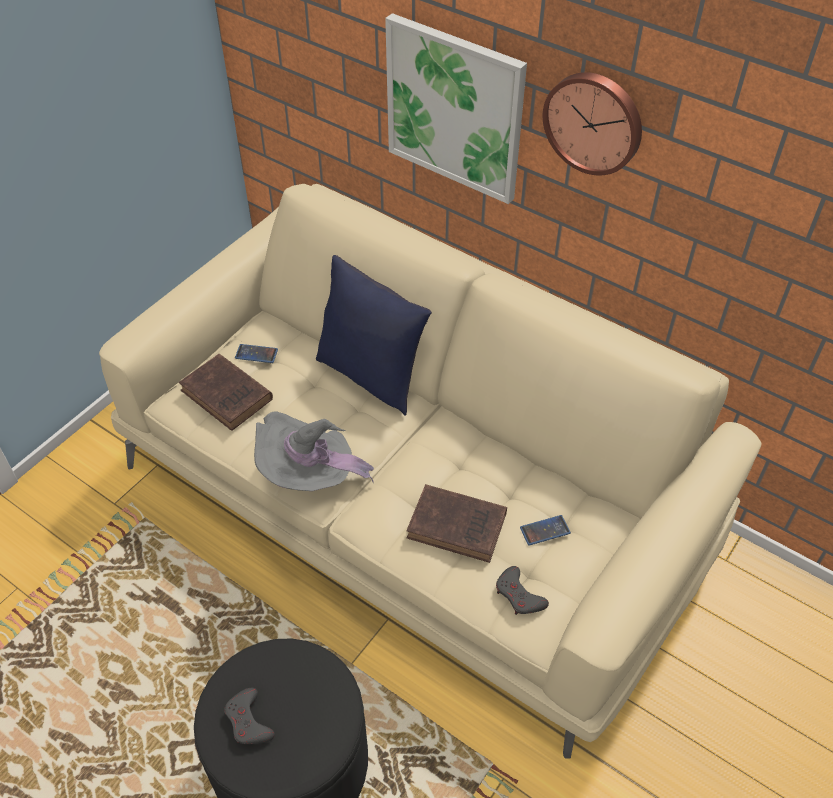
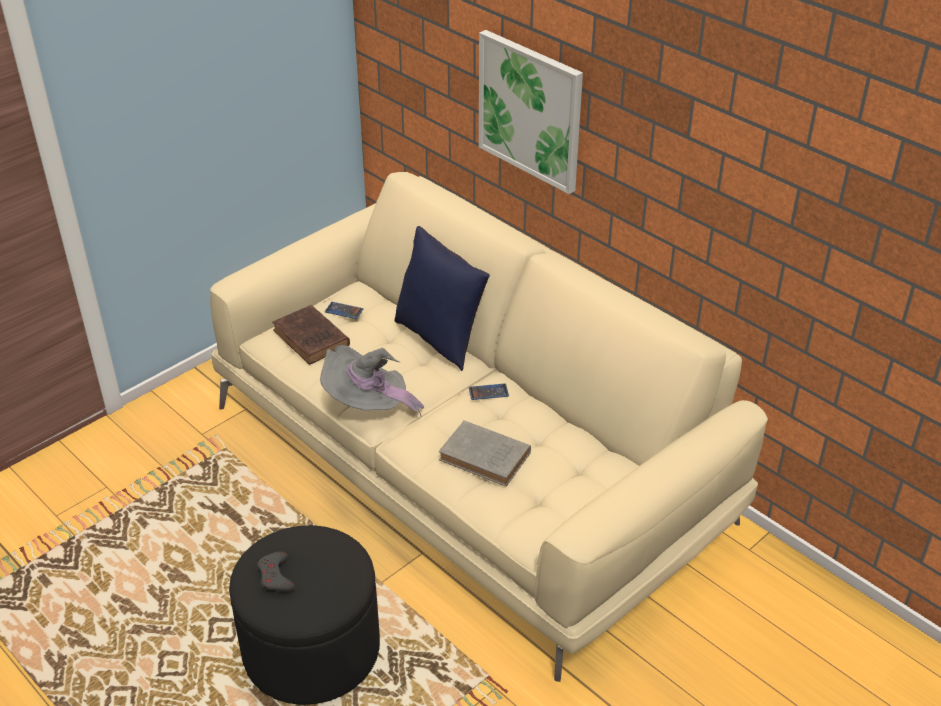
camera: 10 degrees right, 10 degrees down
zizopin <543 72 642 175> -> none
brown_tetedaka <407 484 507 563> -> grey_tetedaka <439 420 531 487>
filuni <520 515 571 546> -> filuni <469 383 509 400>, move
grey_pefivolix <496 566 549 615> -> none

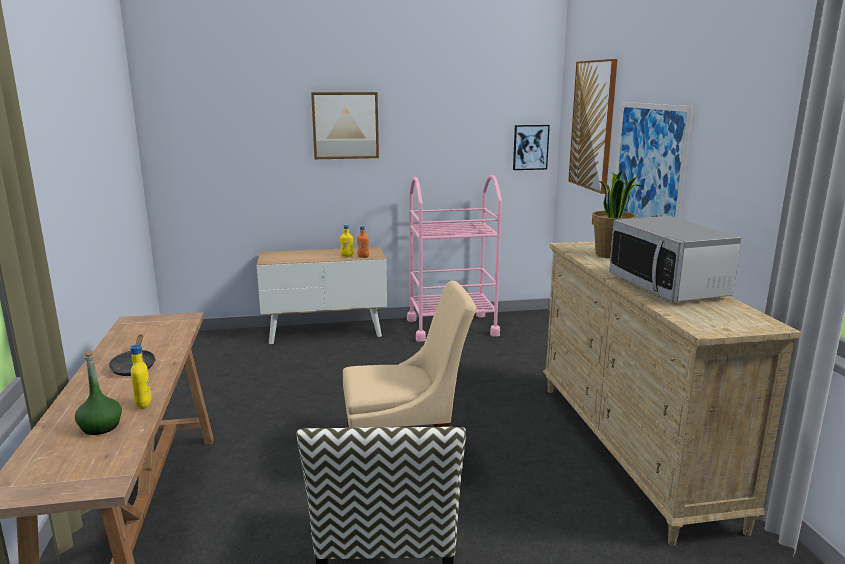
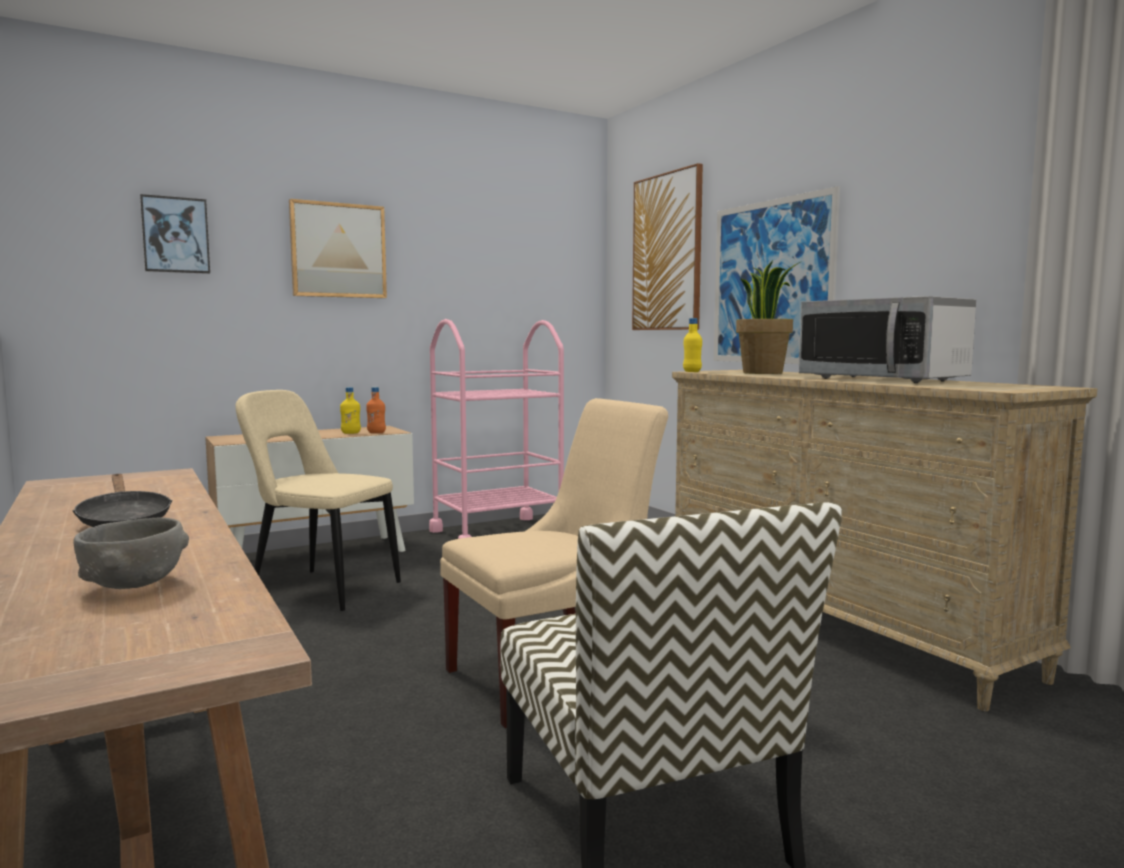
camera: 20 degrees left, 10 degrees down
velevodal <513 125 550 170> -> velevodal <140 194 210 274>, move
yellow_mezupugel <130 345 151 409> -> yellow_mezupugel <683 318 702 372>, move
green_mezupugel <75 351 122 435> -> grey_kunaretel <73 518 189 589>
none -> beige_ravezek <235 390 401 611>

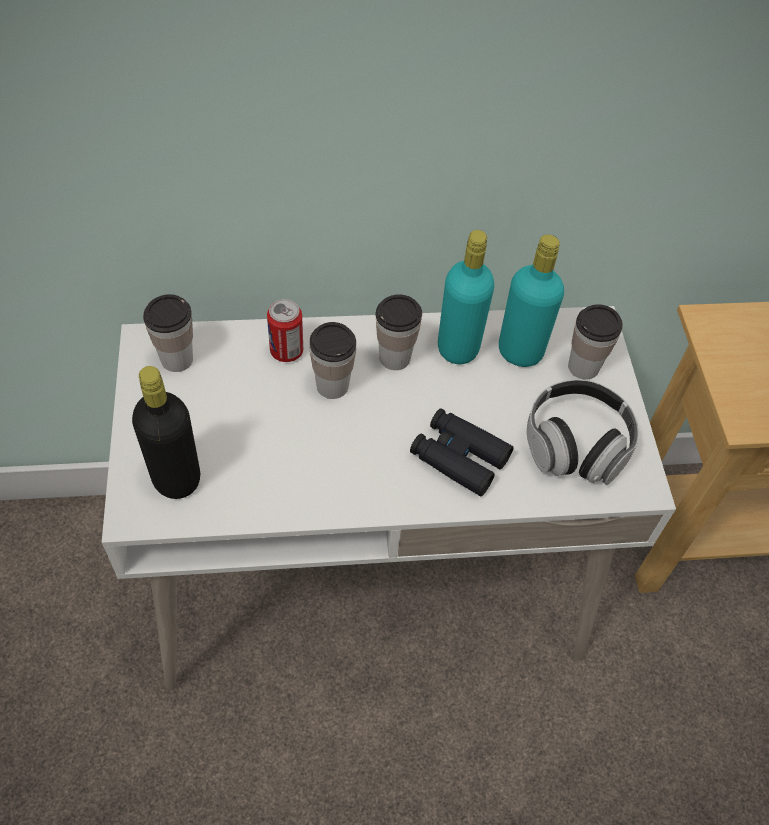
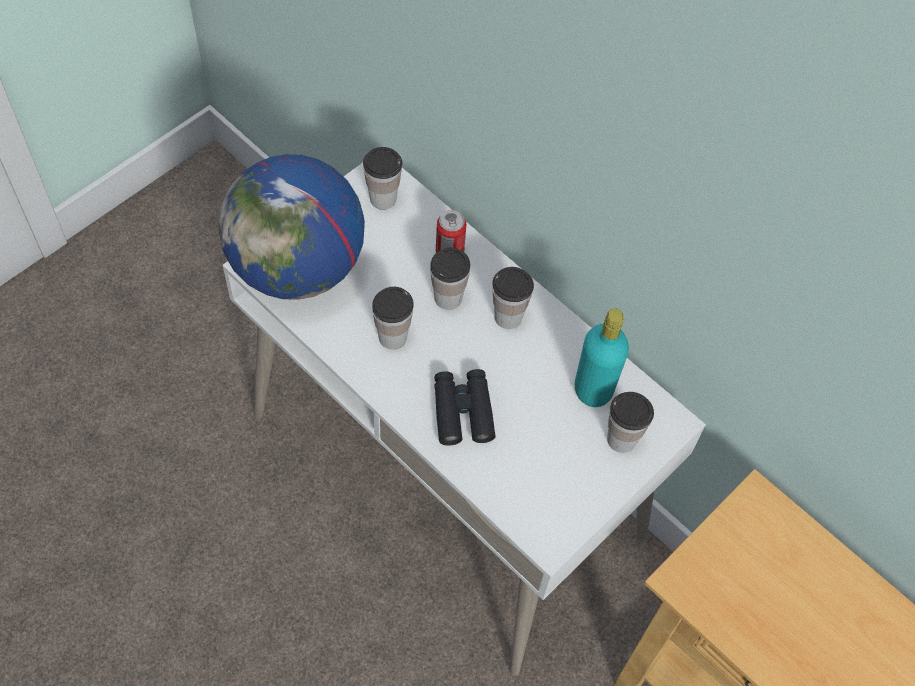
camera: 50 degrees right, 5 degrees up
turquoise_mezupugel <438 230 494 364> -> none
black_mezupugel <132 366 200 499> -> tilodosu <218 154 365 300>
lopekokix <527 379 639 485> -> none
none -> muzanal <372 287 413 349>

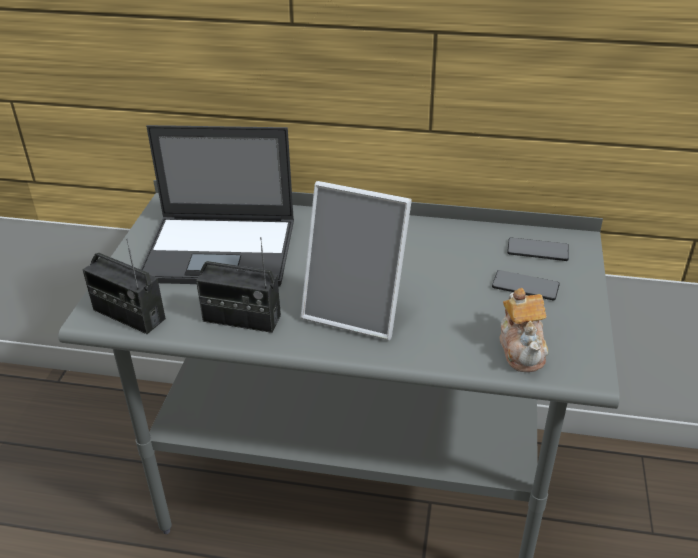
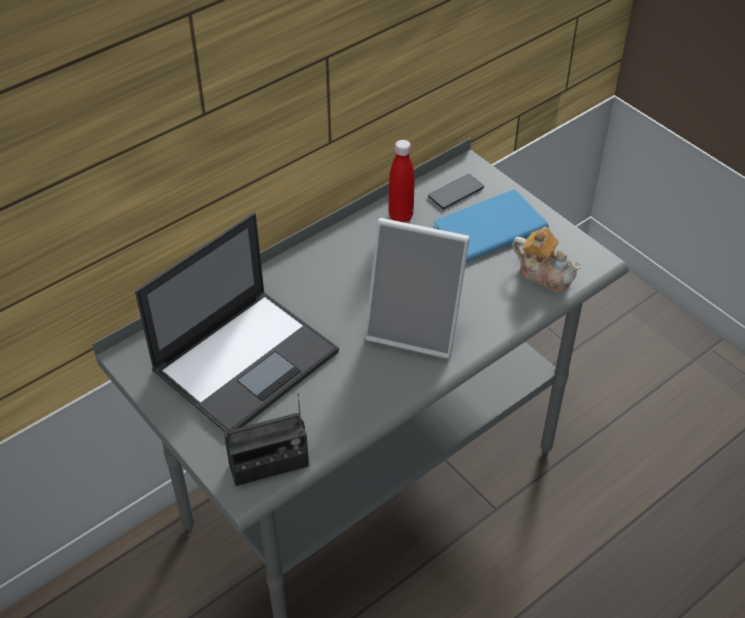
camera: 50 degrees left, 10 degrees up
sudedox <301 181 412 340> -> sudedox <365 218 470 359>, 45 degrees clockwise
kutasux <196 237 281 333> -> none
filuni <492 270 560 300> -> blue_tetedaka <434 189 549 262>
none -> red_mezupugel <389 140 415 223>

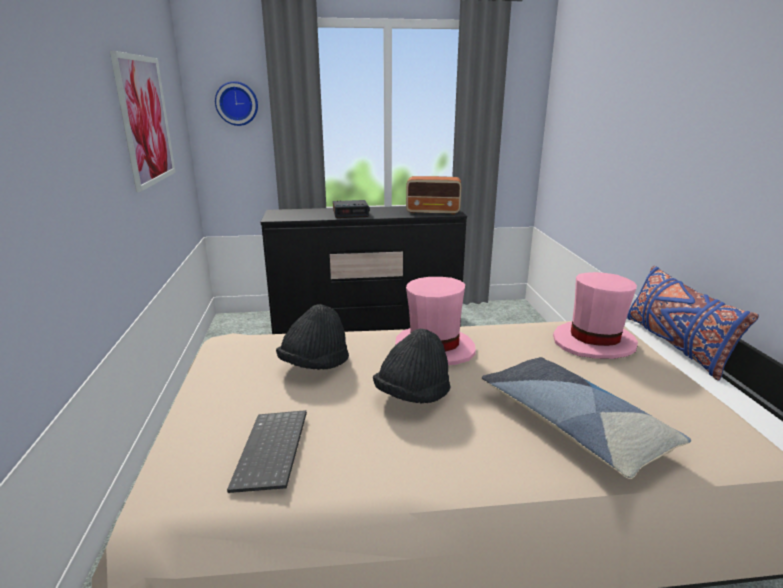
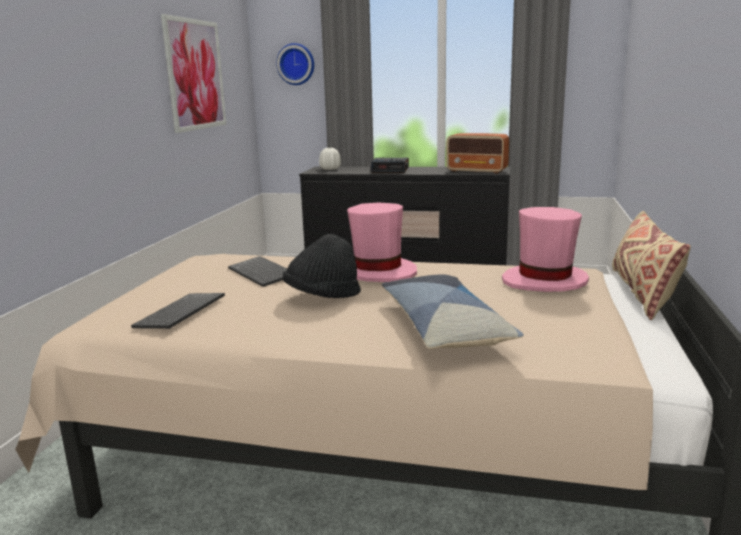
camera: 20 degrees right, 5 degrees down
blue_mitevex <627 266 759 381> -> beige_mitevex <612 211 691 320>
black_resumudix <276 304 349 370> -> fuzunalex <228 256 287 287>
none -> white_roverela <319 148 341 170>

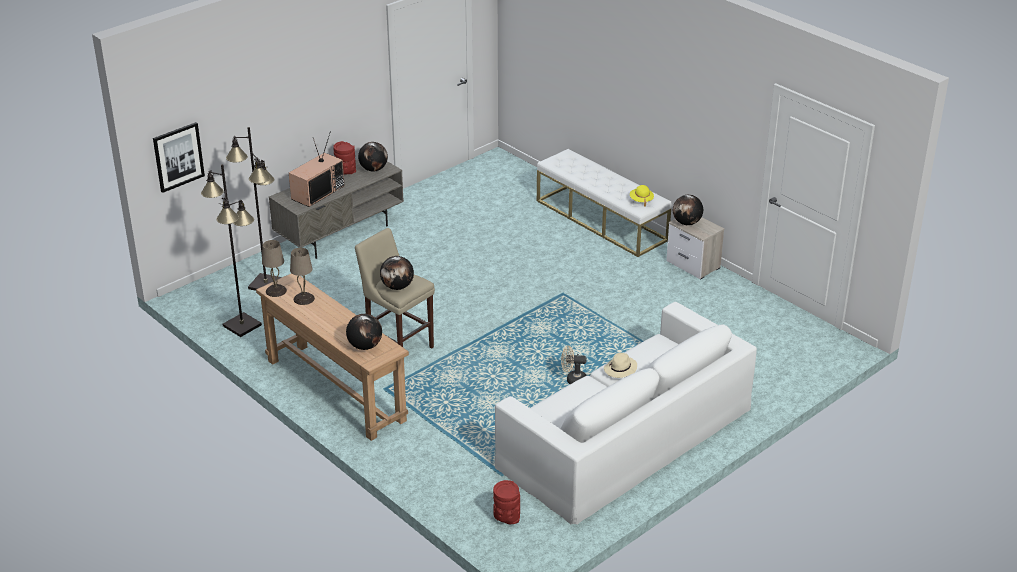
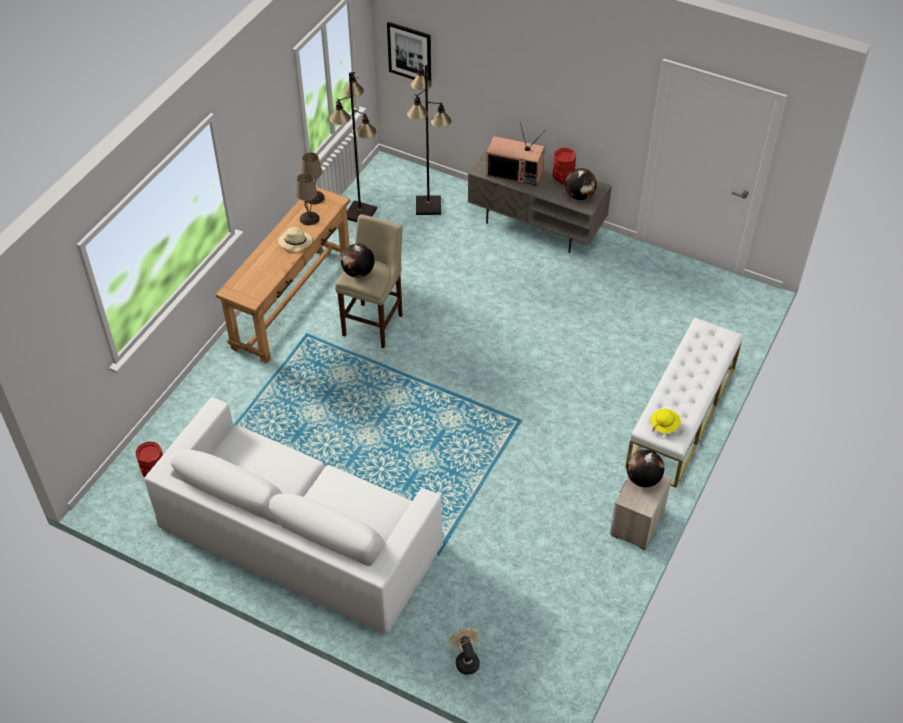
camera: 70 degrees right, 15 degrees up
tilodosu <346 314 382 350> -> none
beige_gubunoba <561 346 587 384> -> beige_gubunoba <449 628 480 675>, move
beige_resumudix <604 353 637 378> -> beige_resumudix <278 227 312 252>, move

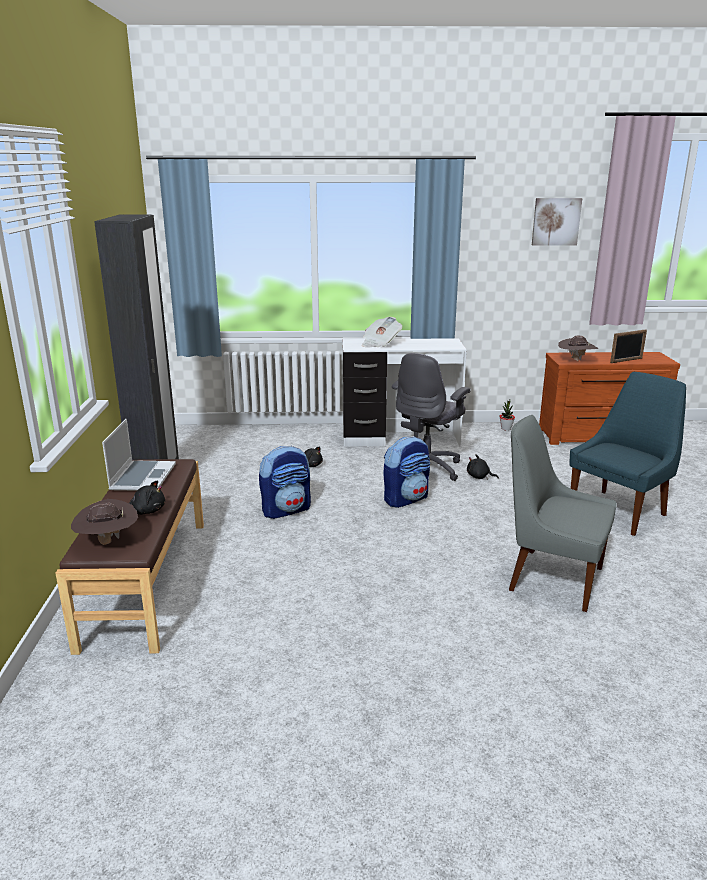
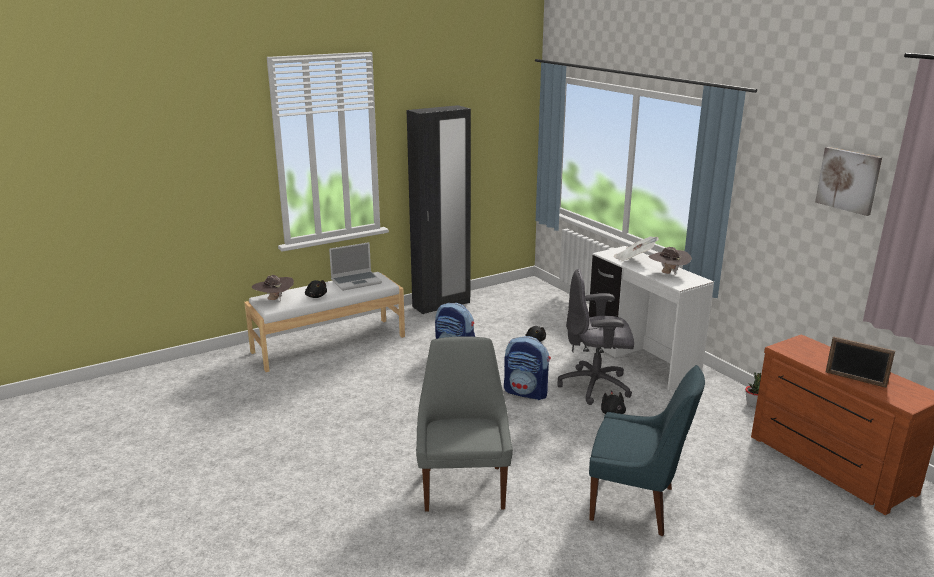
camera: 60 degrees right, 0 degrees up
brown_resumudix <558 335 598 361> -> brown_resumudix <648 247 692 274>, move
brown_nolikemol <56 459 204 655> -> white_nolikemol <244 272 405 372>

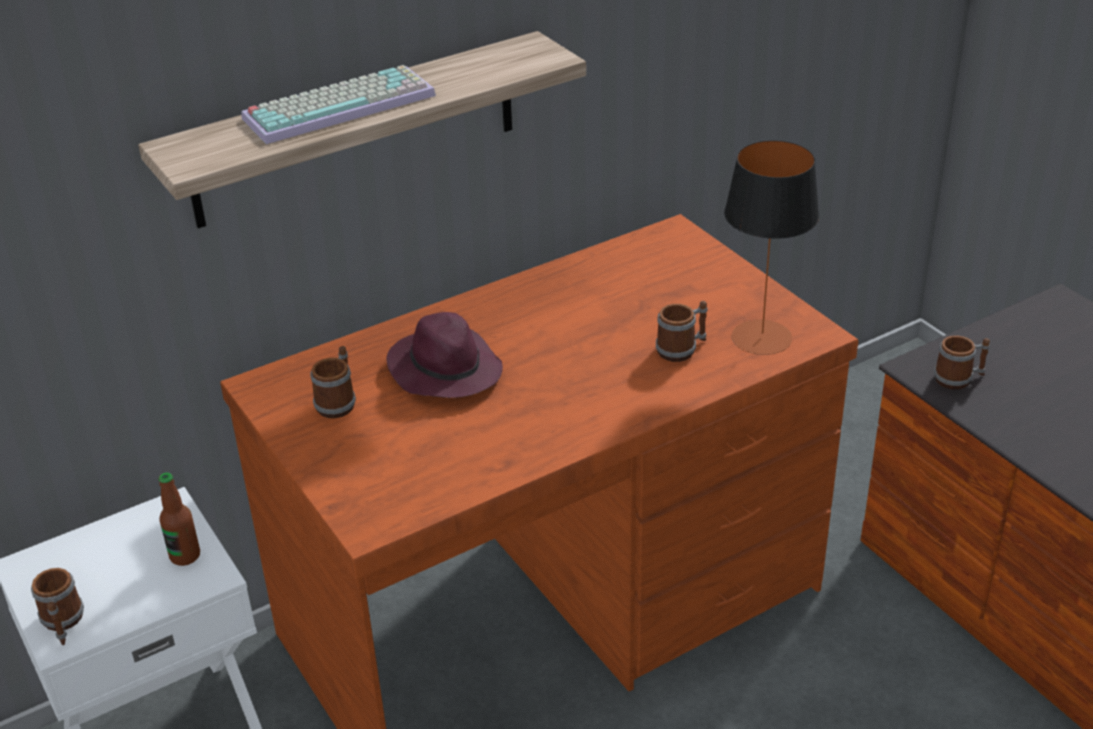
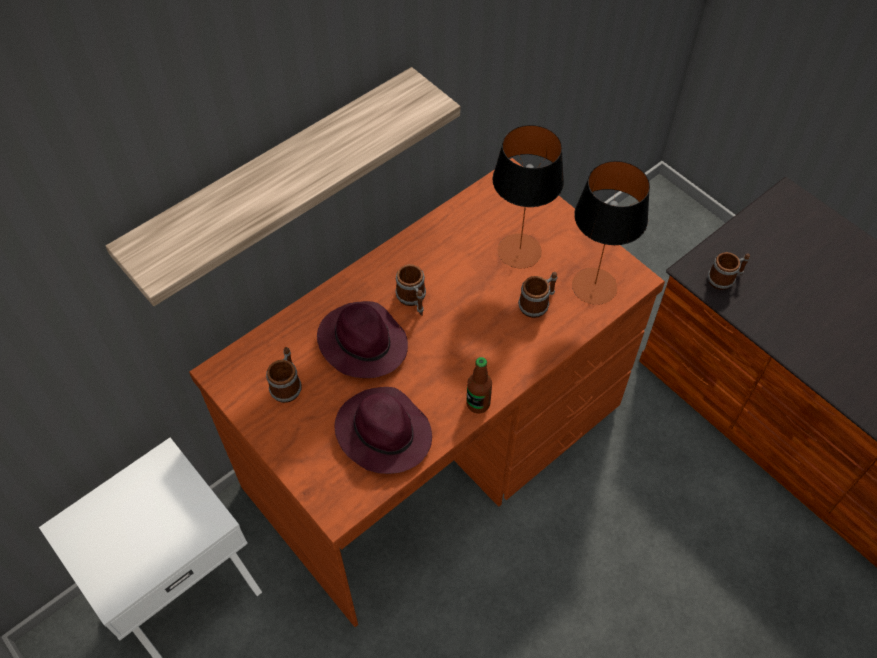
camera: 10 degrees left, 20 degrees up
fuzunalex <241 65 436 144> -> none
mezupugel <158 473 200 566> -> mezupugel <466 357 492 414>, move
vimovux <31 568 84 645> -> vimovux <395 264 426 316>, move
none -> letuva <493 125 564 268>
none -> purple_resumudix <335 387 432 474>

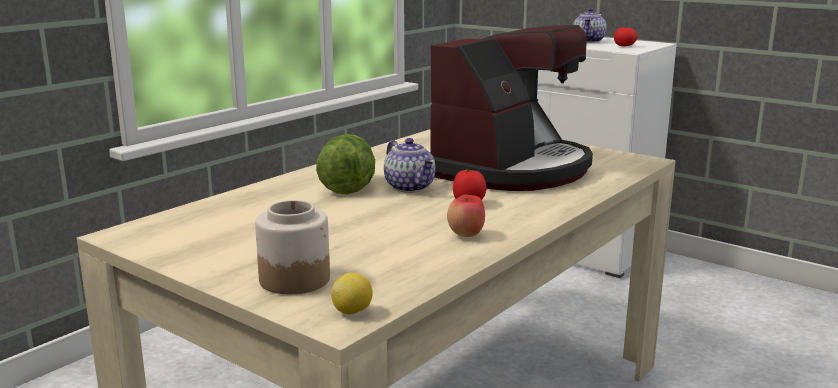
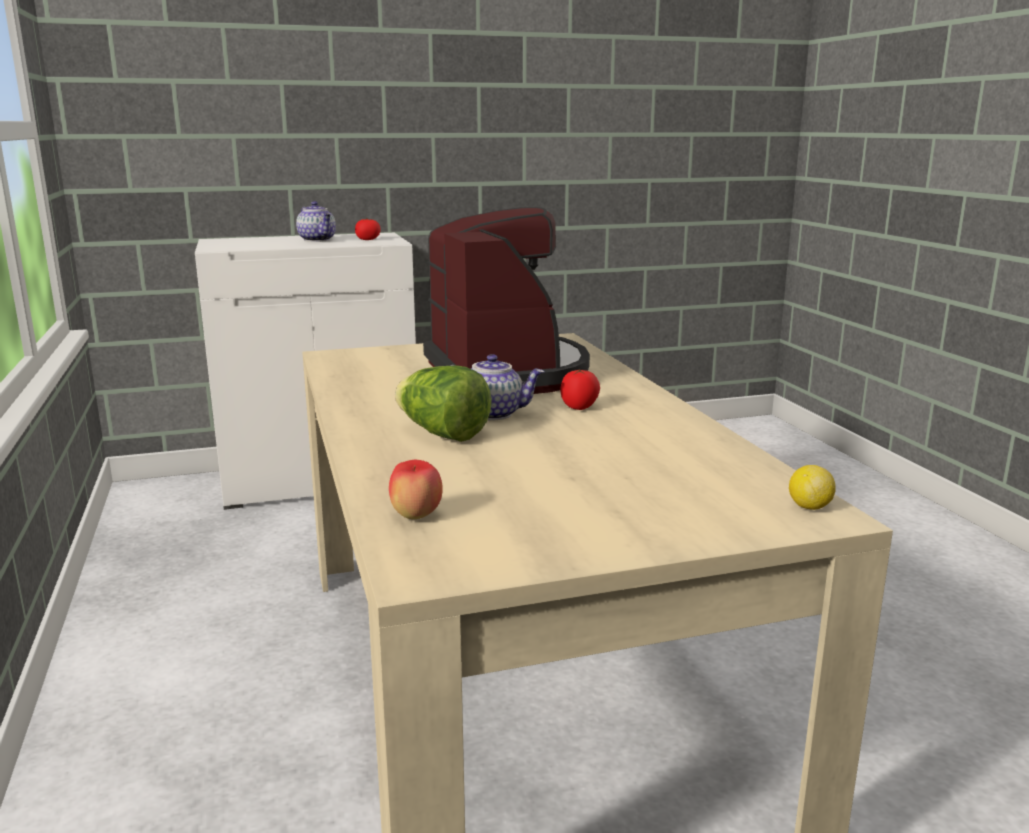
camera: 55 degrees left, 0 degrees up
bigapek <447 195 485 237> -> bigapek <389 460 443 519>, move
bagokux <255 200 330 294> -> none

